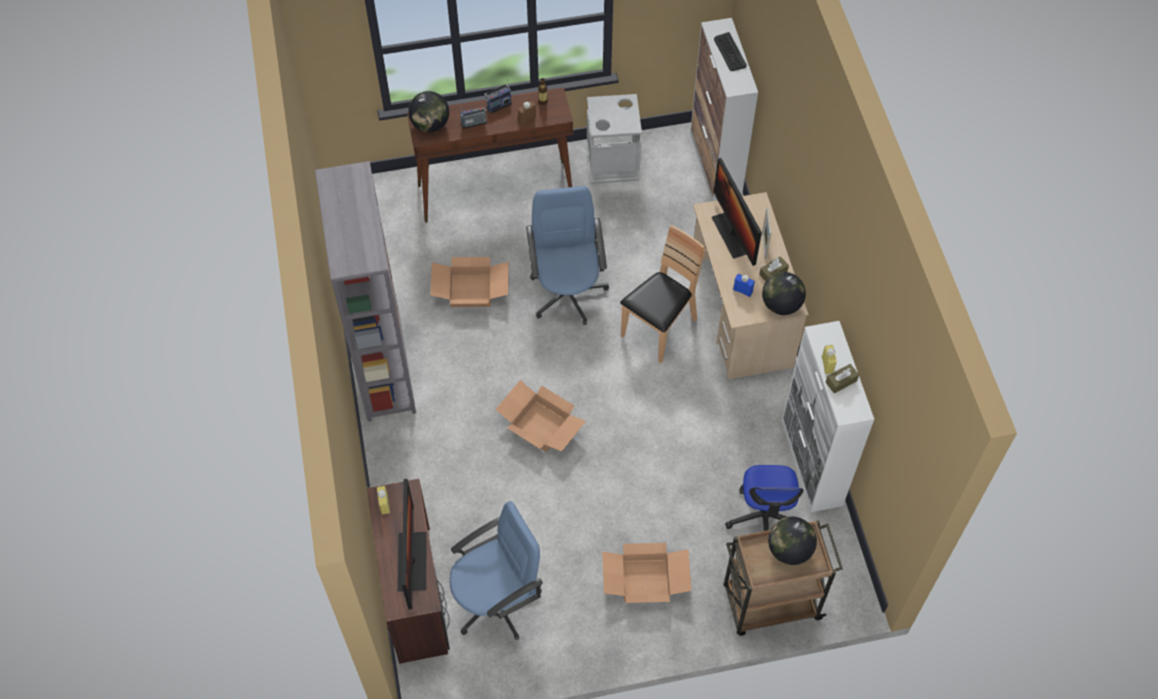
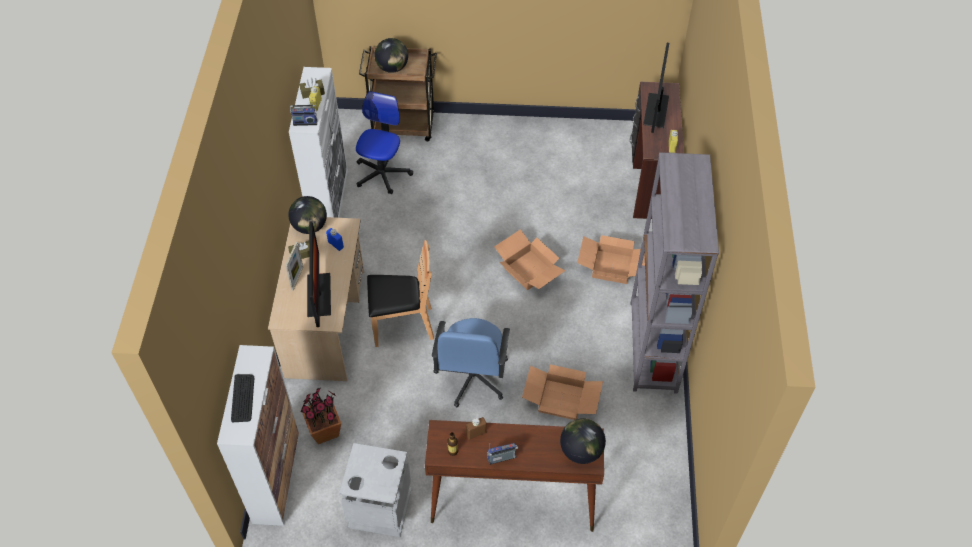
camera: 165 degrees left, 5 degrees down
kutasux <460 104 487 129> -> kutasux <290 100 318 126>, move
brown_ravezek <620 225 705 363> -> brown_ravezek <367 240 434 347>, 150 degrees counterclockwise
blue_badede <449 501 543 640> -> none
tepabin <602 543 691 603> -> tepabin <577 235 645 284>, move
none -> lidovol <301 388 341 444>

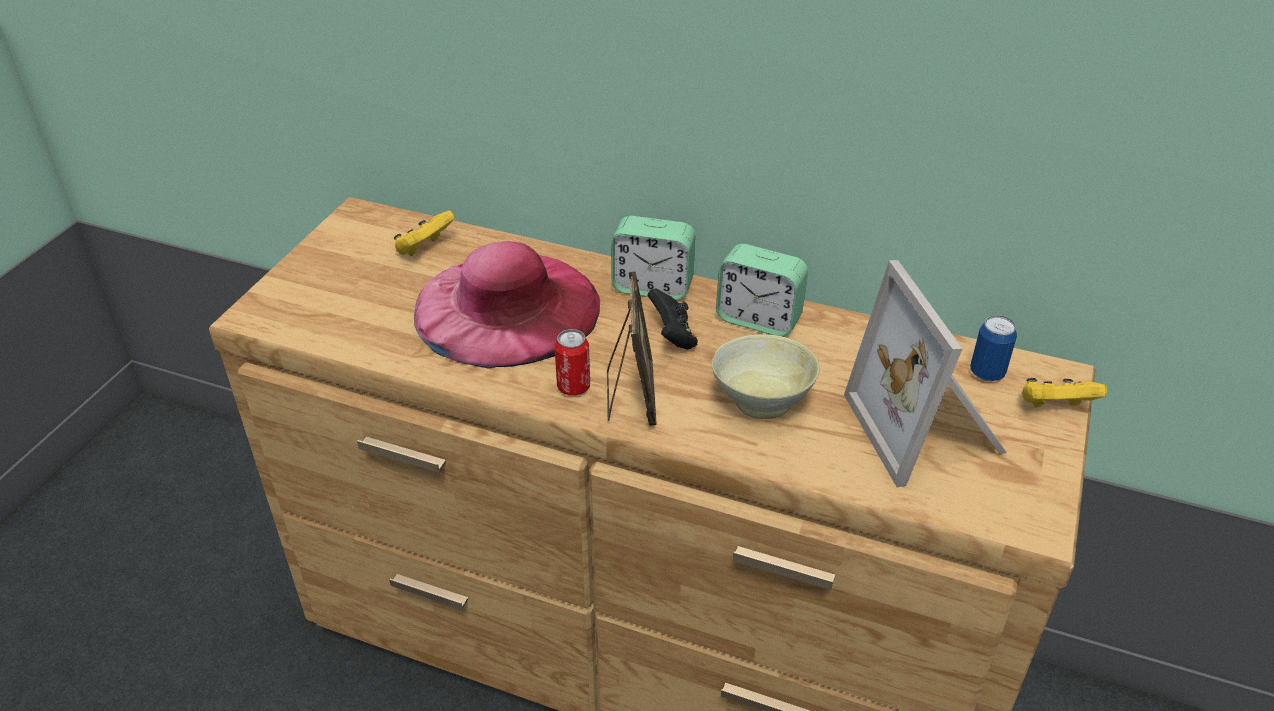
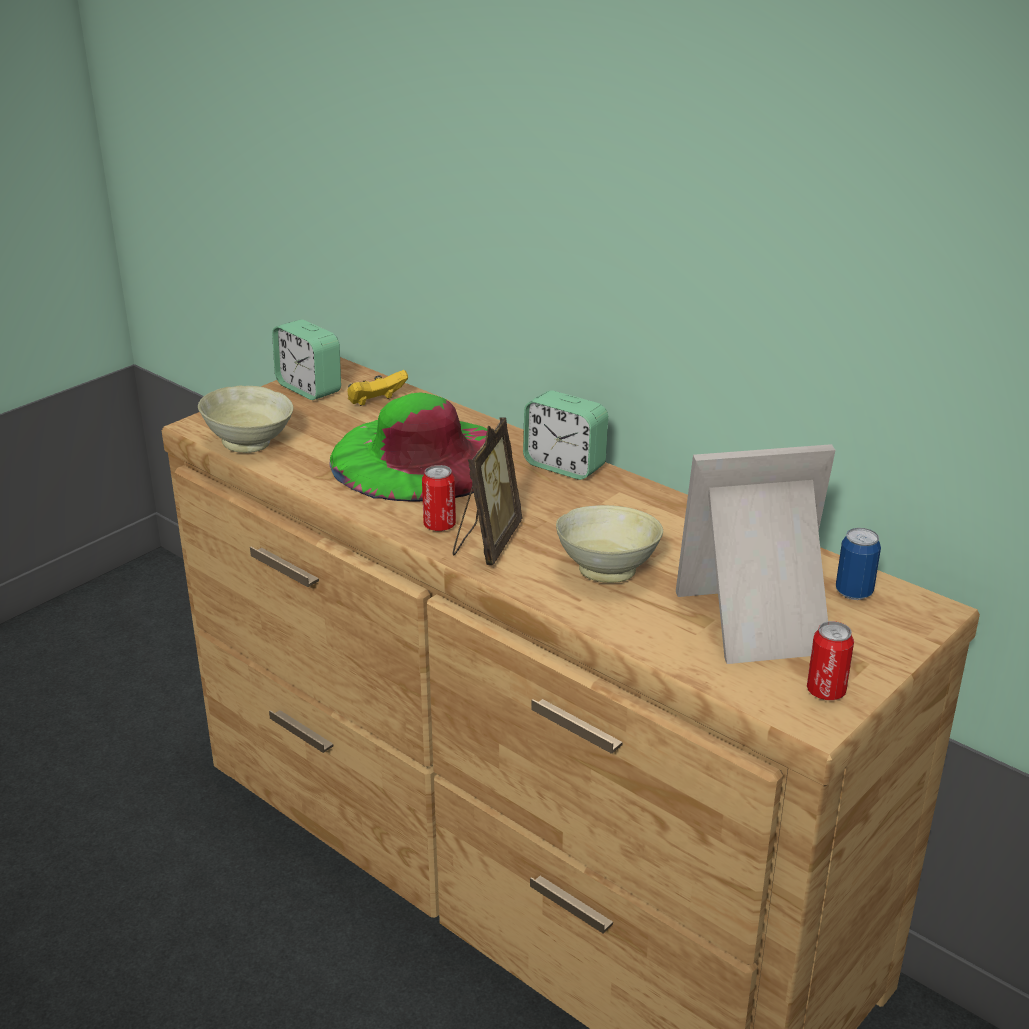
camera: 20 degrees right, 10 degrees down
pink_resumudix <414 241 600 369> -> green_resumudix <329 392 487 501>
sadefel <716 244 808 337> -> sadefel <272 319 341 400>, move
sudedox <844 260 1007 487> -> sudedox <676 444 835 664>, 75 degrees clockwise
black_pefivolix <647 289 698 350> -> none
yellow_pefivolix <1022 378 1107 408> -> none
none -> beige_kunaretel <198 386 293 453>
none -> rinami <807 621 854 700>

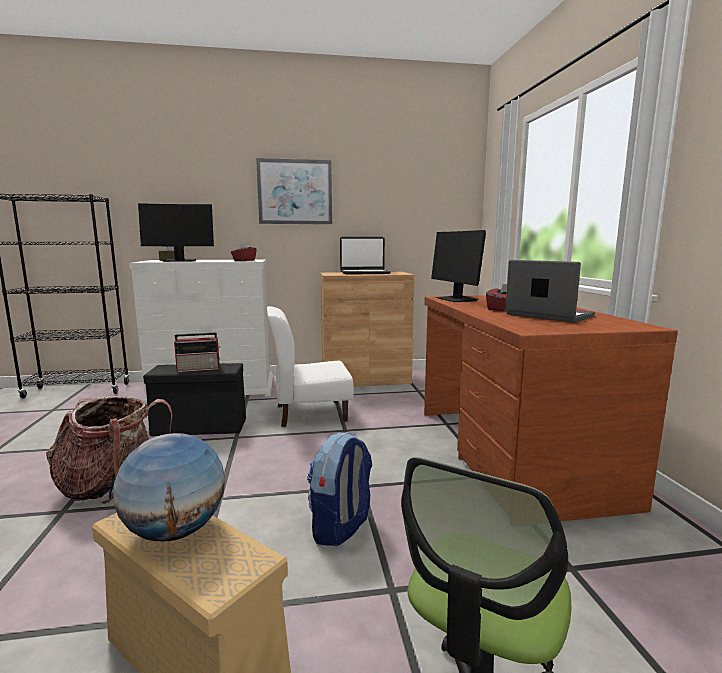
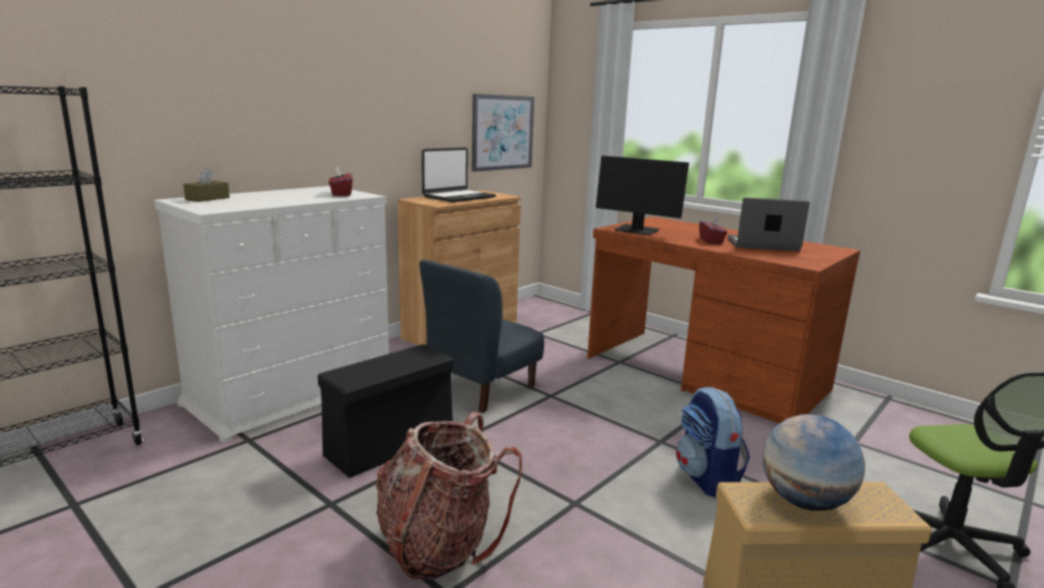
camera: 40 degrees left, 5 degrees up
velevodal <256 158 332 224> -> velevodal <472 94 534 172>, move
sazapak <138 203 214 262> -> none
white_ravezek <267 306 354 427> -> blue_ravezek <419 260 544 413>
kutasux <174 332 221 373> -> none

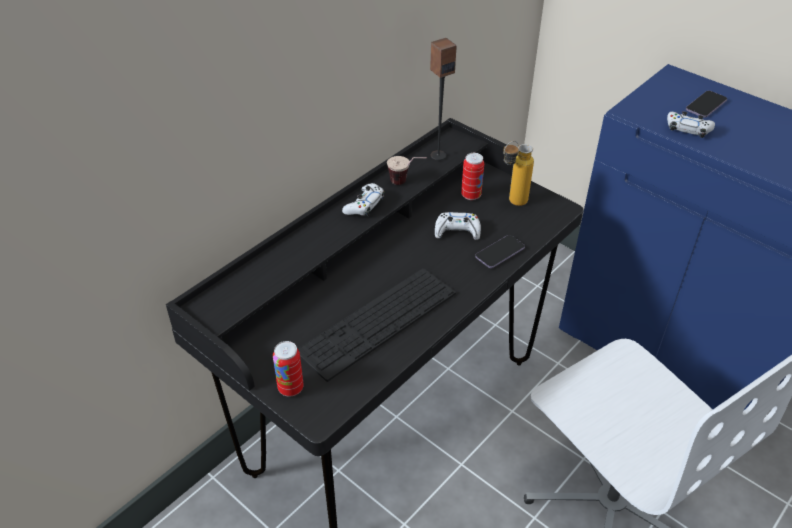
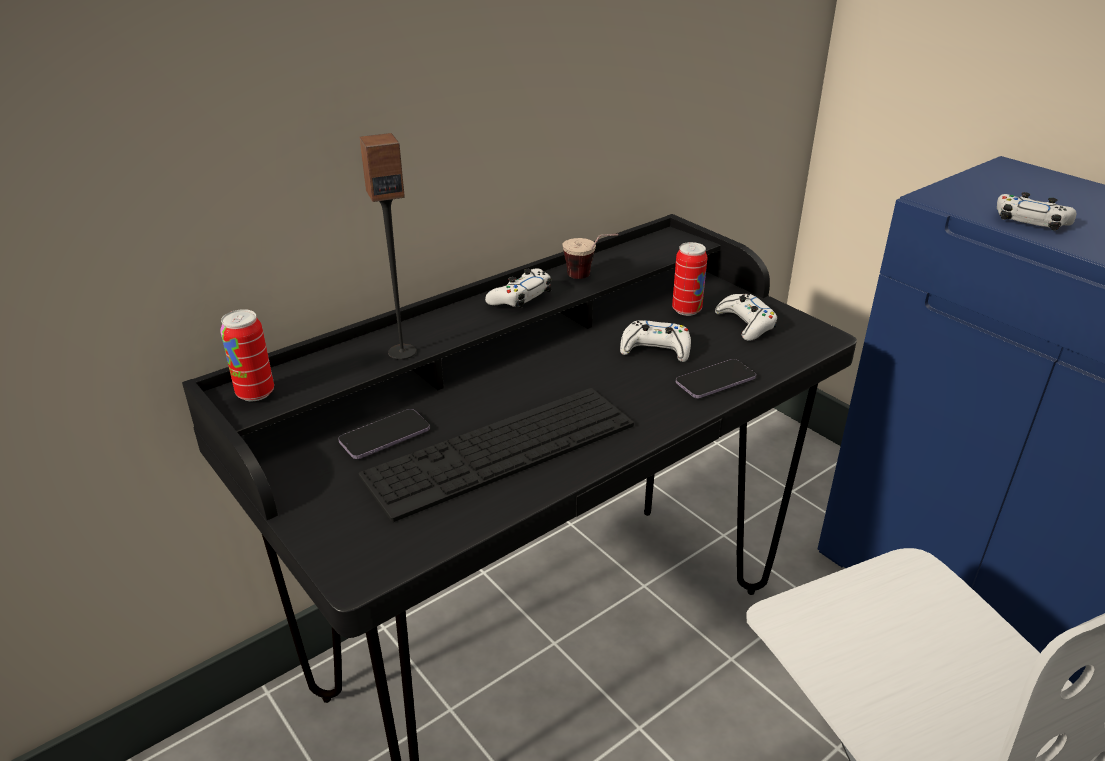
camera: 10 degrees right, 10 degrees down
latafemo <430 38 457 160> -> latafemo <360 133 416 360>, move
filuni <686 91 727 118> -> filuni <338 409 430 459>, move
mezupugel <503 141 534 206> -> white_pefivolix <715 293 777 341>
rinami <273 341 304 396> -> rinami <220 309 274 401>, move

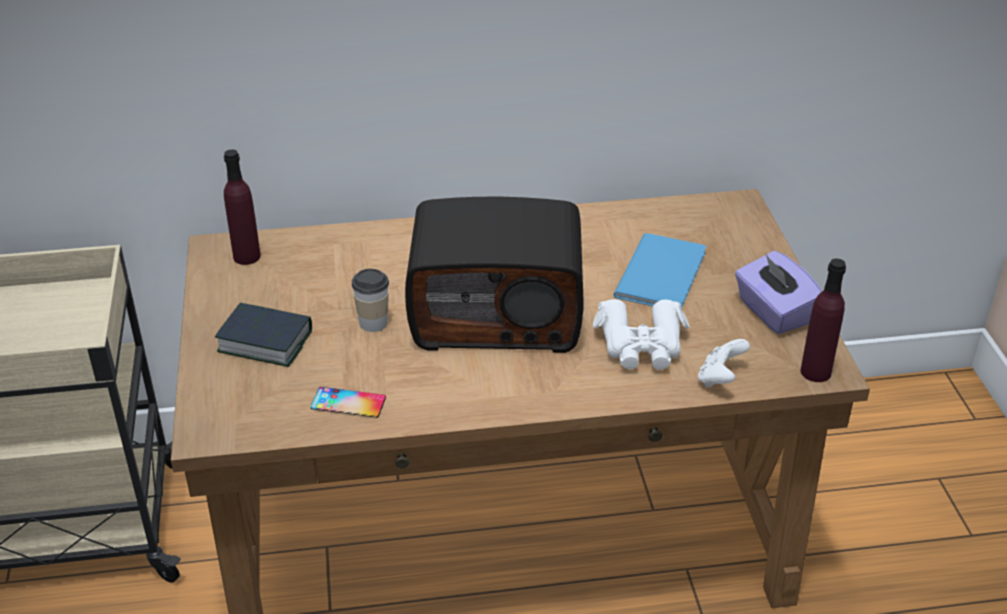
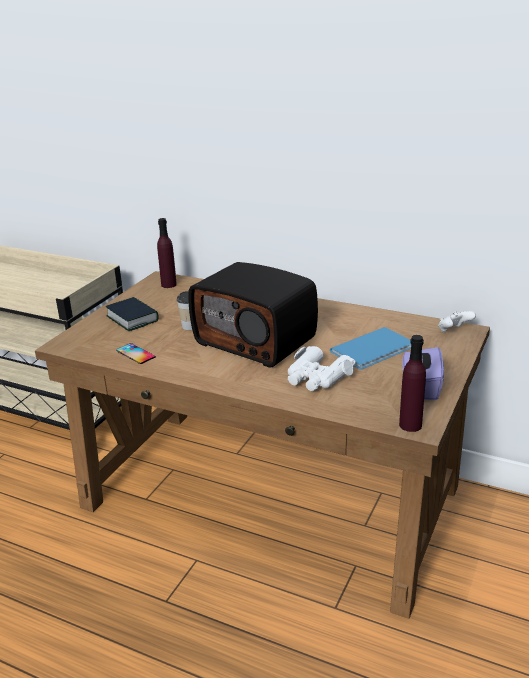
camera: 35 degrees right, 10 degrees down
white_pefivolix <698 339 750 388> -> white_pefivolix <438 311 476 332>, move

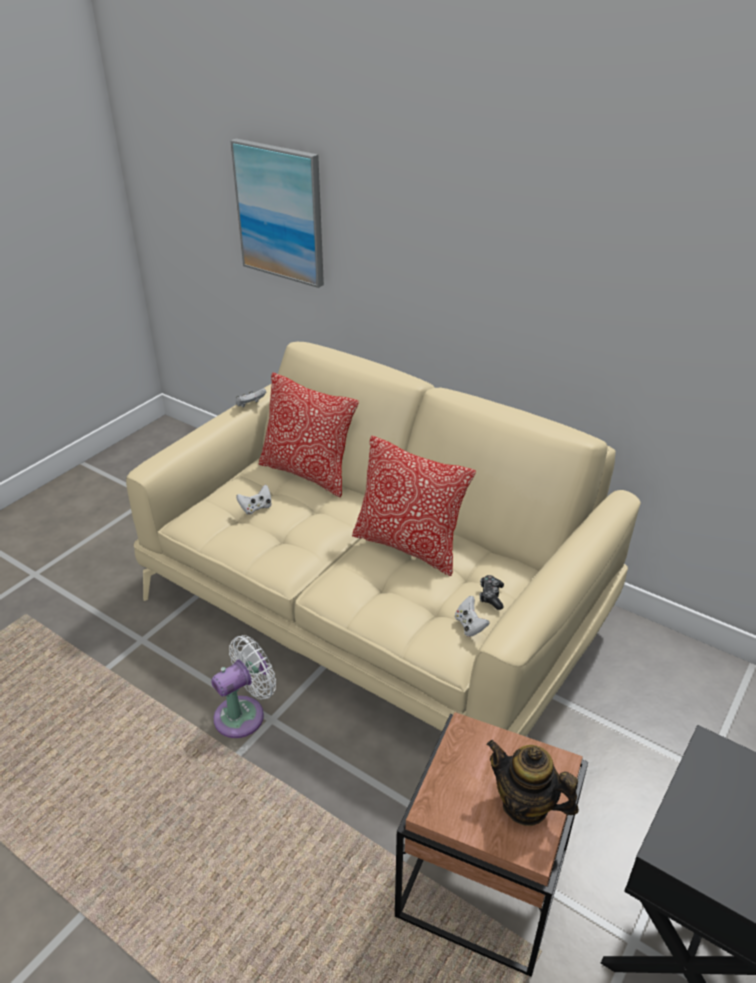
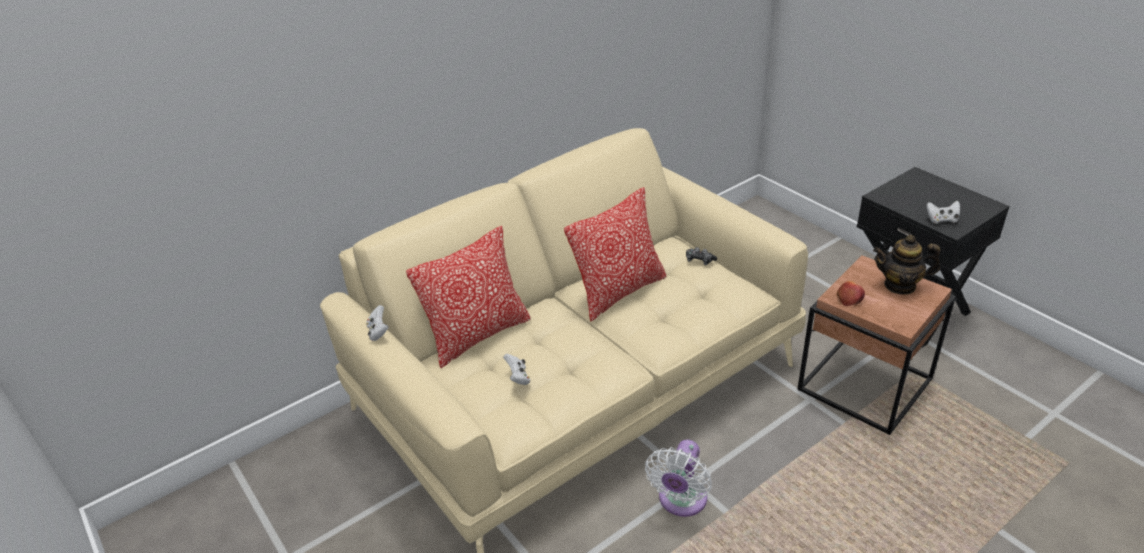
camera: 70 degrees left, 0 degrees up
velevodal <230 138 324 288> -> none
white_pefivolix <455 596 490 637> -> white_pefivolix <926 201 960 224>, move
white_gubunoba <211 635 276 738> -> white_gubunoba <645 440 712 517>, 135 degrees counterclockwise
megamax <487 740 579 826> -> megamax <873 235 940 295>, 45 degrees clockwise
none -> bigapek <837 281 865 306>

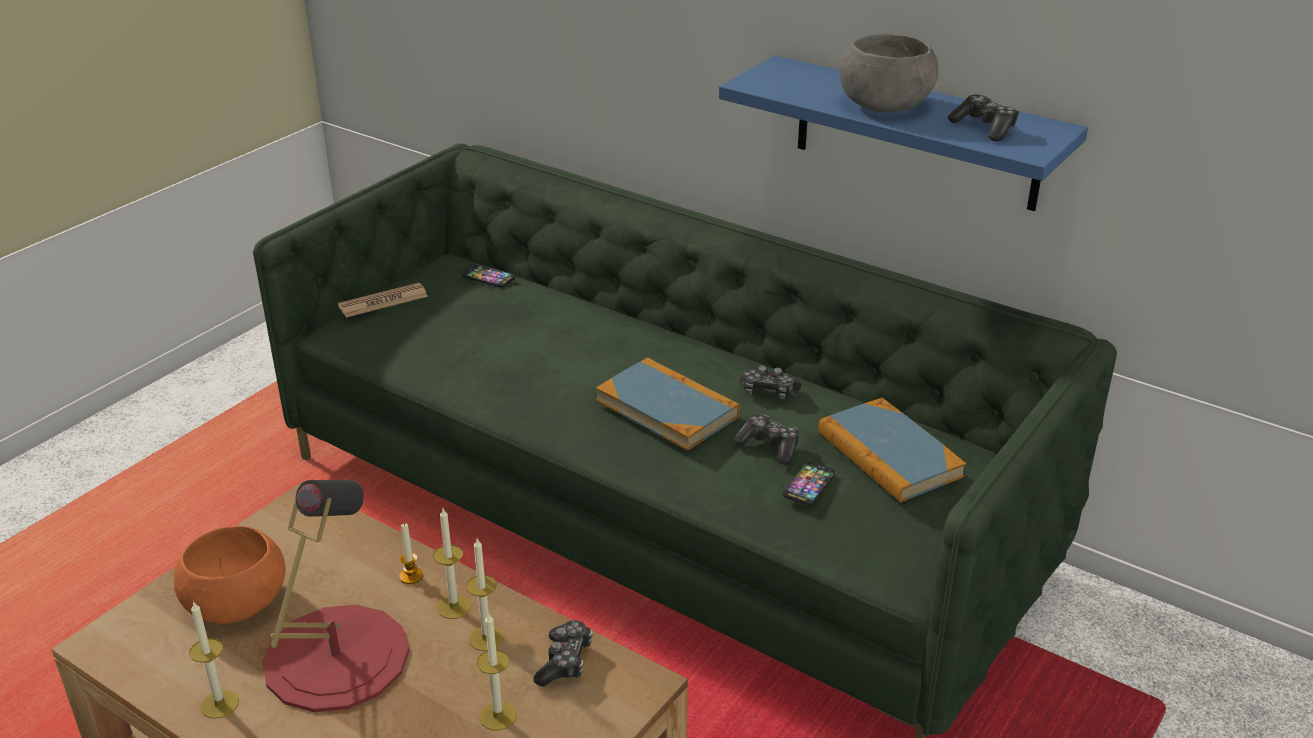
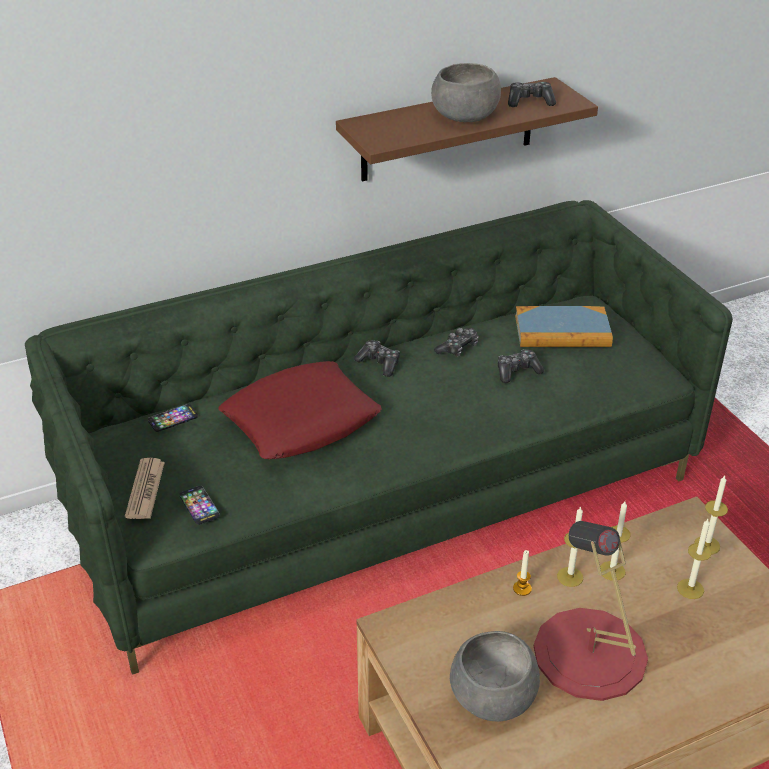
camera: 60 degrees left, 5 degrees up
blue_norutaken <719 55 1088 211> -> brown_norutaken <336 77 598 181>
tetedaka <596 358 740 451> -> none
filuni <783 462 836 506> -> filuni <179 486 220 525>, move
orange_kunaretel <174 526 285 624> -> grey_kunaretel <450 631 540 722>
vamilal <189 601 239 719> -> vamilal <695 476 728 554>, move
pefivolix <534 620 592 687> -> pefivolix <354 340 400 377>, move
none -> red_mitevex <218 361 382 459>

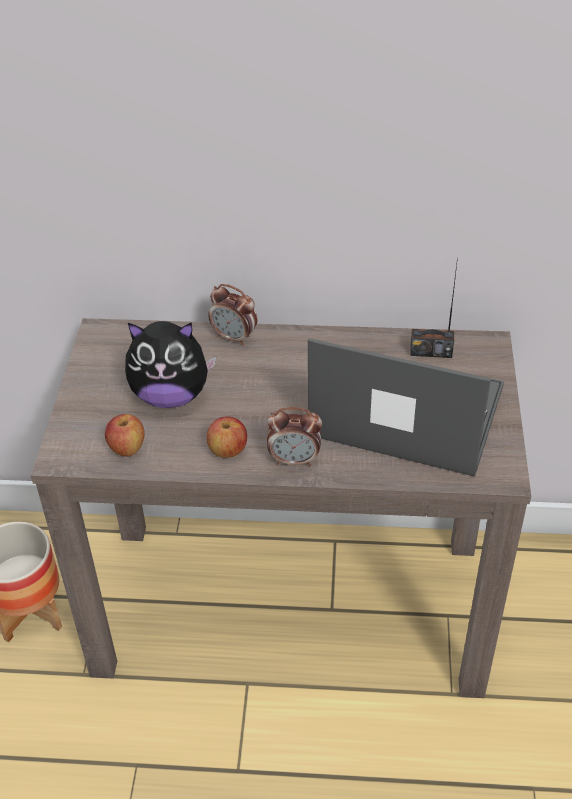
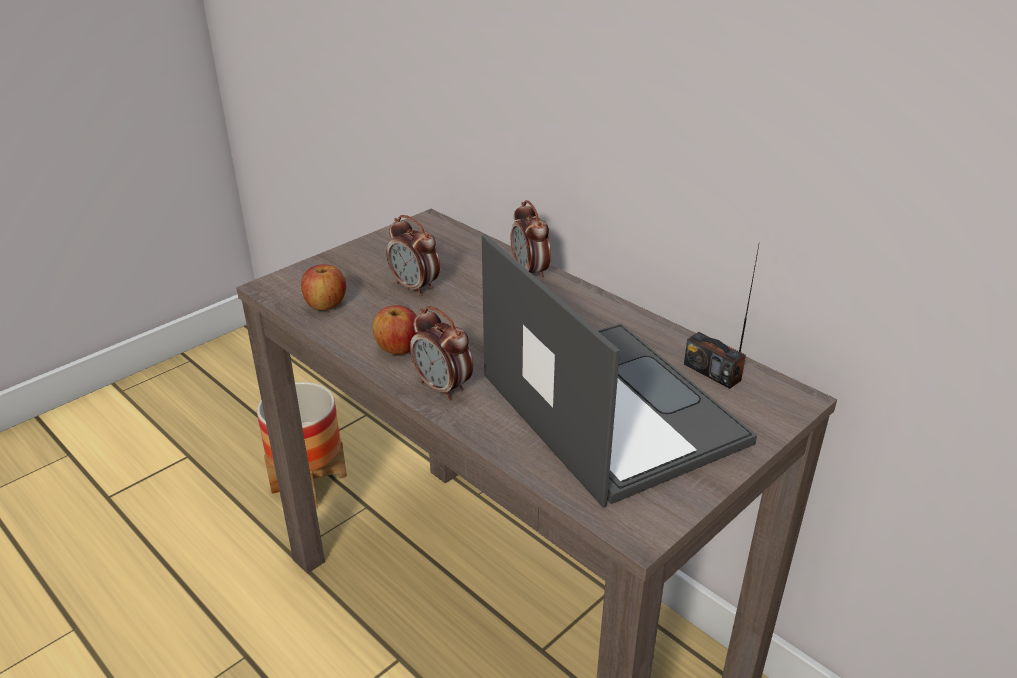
camera: 40 degrees right, 10 degrees down
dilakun <125 321 216 408> -> sadefel <387 215 440 296>

